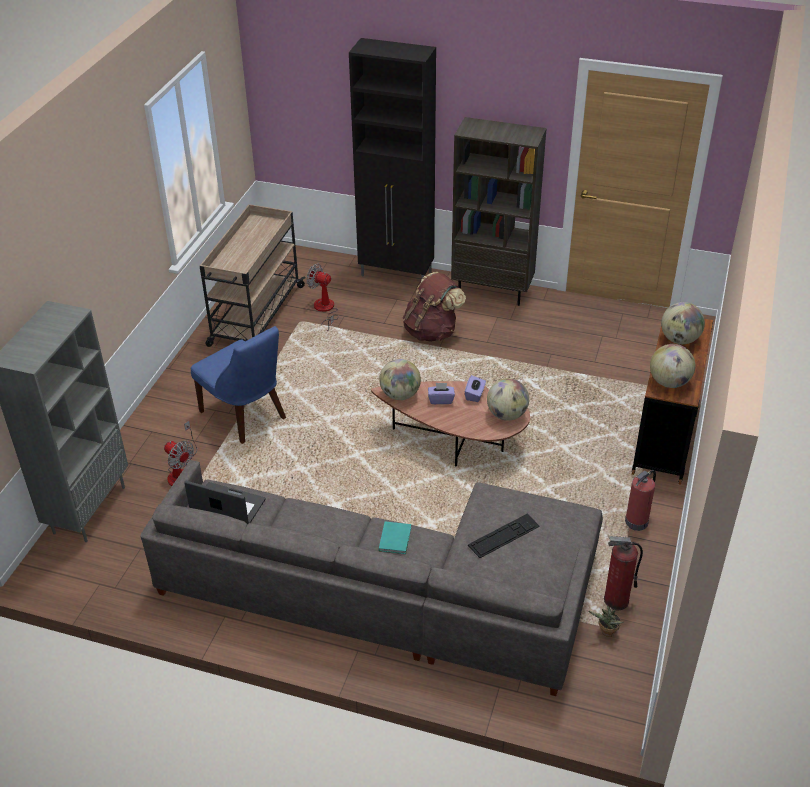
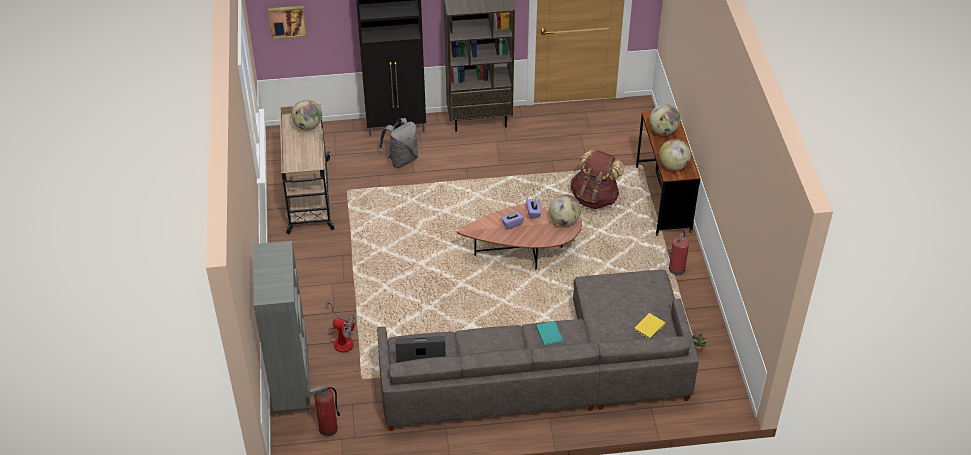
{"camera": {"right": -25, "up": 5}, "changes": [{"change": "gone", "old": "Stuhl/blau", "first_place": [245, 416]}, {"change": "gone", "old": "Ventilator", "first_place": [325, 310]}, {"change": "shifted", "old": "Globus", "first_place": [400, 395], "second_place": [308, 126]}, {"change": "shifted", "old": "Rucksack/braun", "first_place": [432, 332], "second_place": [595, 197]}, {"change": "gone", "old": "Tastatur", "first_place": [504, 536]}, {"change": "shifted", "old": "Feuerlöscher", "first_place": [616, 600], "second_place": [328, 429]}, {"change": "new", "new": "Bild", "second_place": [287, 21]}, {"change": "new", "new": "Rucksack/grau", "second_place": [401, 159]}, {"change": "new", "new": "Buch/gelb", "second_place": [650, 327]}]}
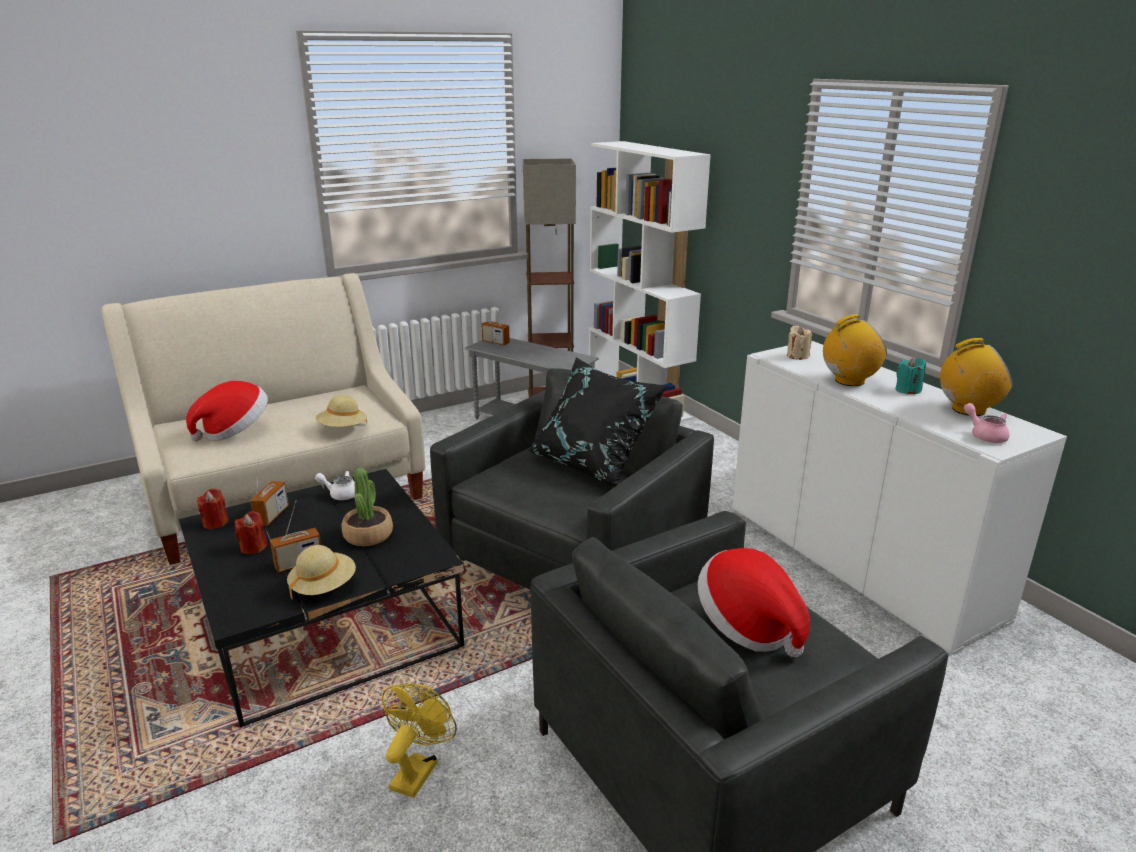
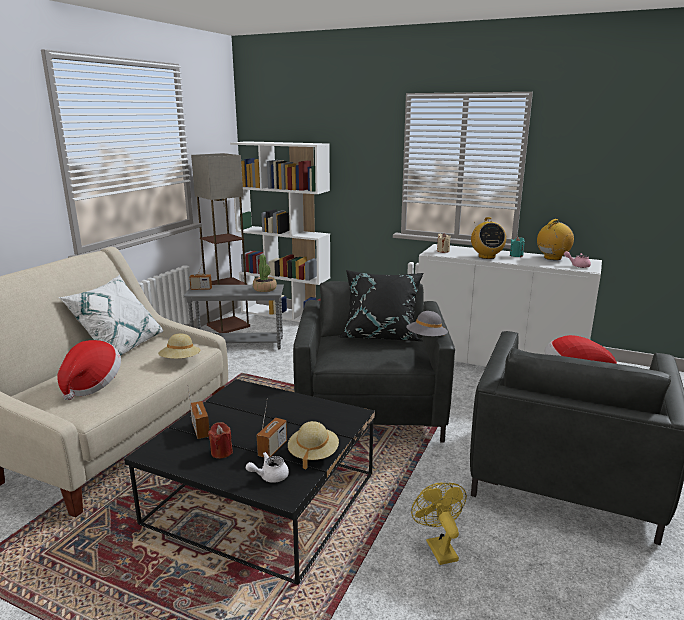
{"camera": {"right": -35, "up": -5}, "changes": [{"change": "gone", "old": "Kerze/rot", "first_place": [215, 523]}, {"change": "shifted", "old": "Teekanne/weiß", "first_place": [340, 494], "second_place": [269, 476]}, {"change": "shifted", "old": "Topfpflanze", "first_place": [368, 535], "second_place": [265, 289]}, {"change": "rotated", "old": "Radio", "first_place": [849, 381], "second_place": [486, 256], "degrees": 135}, {"change": "new", "new": "Kissen/weiß", "second_place": [120, 347]}, {"change": "new", "new": "Hut/grau", "second_place": [426, 339]}]}
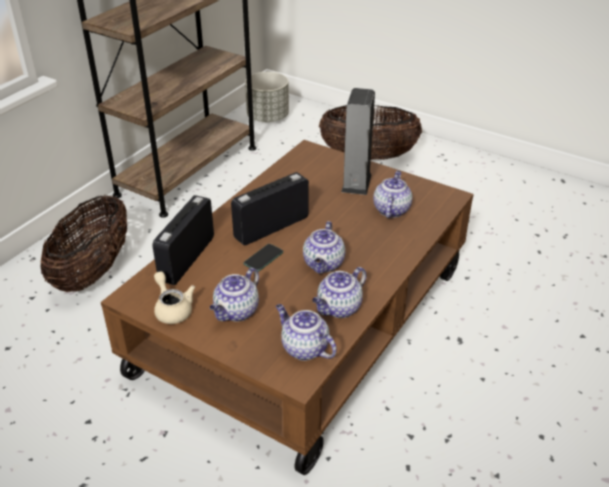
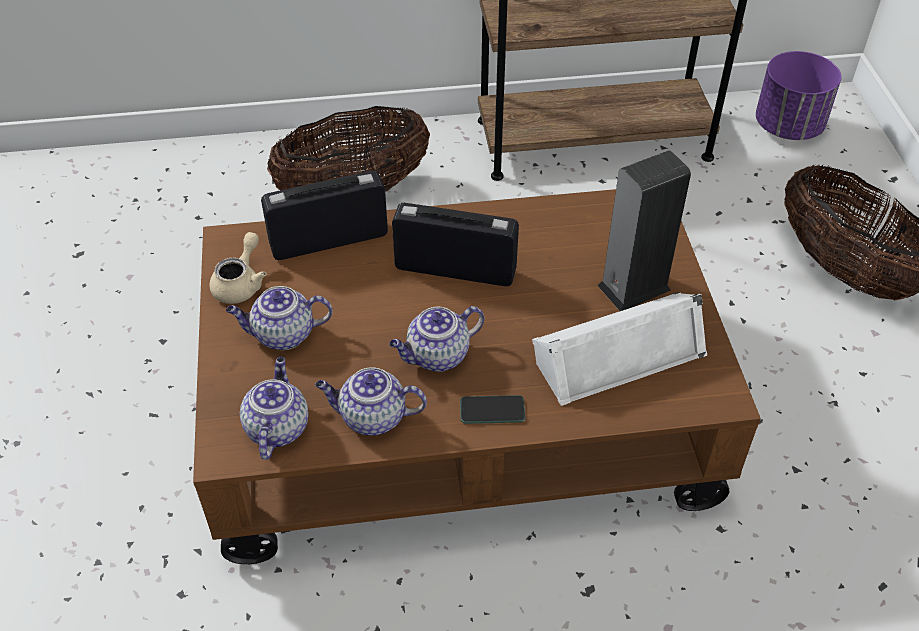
{"camera": {"right": 50, "up": 10}, "changes": [{"change": "shifted", "old": "Handy", "first_place": [263, 258], "second_place": [492, 410]}, {"change": "repainted", "old": "Pflanzkübel/grau", "new": "Pflanzkübel/lila", "first_place": [268, 117], "second_place": [788, 127]}, {"change": "swapped", "old": "Teekanne", "new": "Lautsprecher/weiß", "first_place": [391, 209], "second_place": [617, 353]}]}
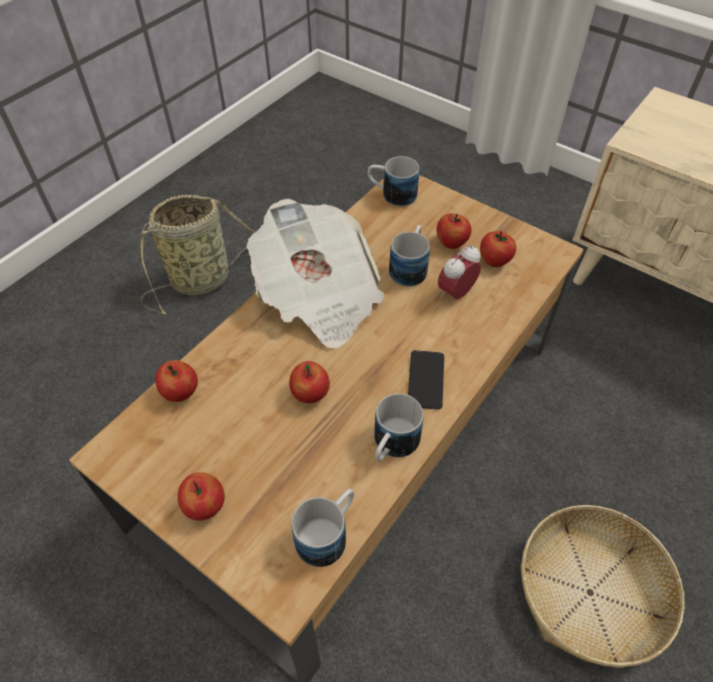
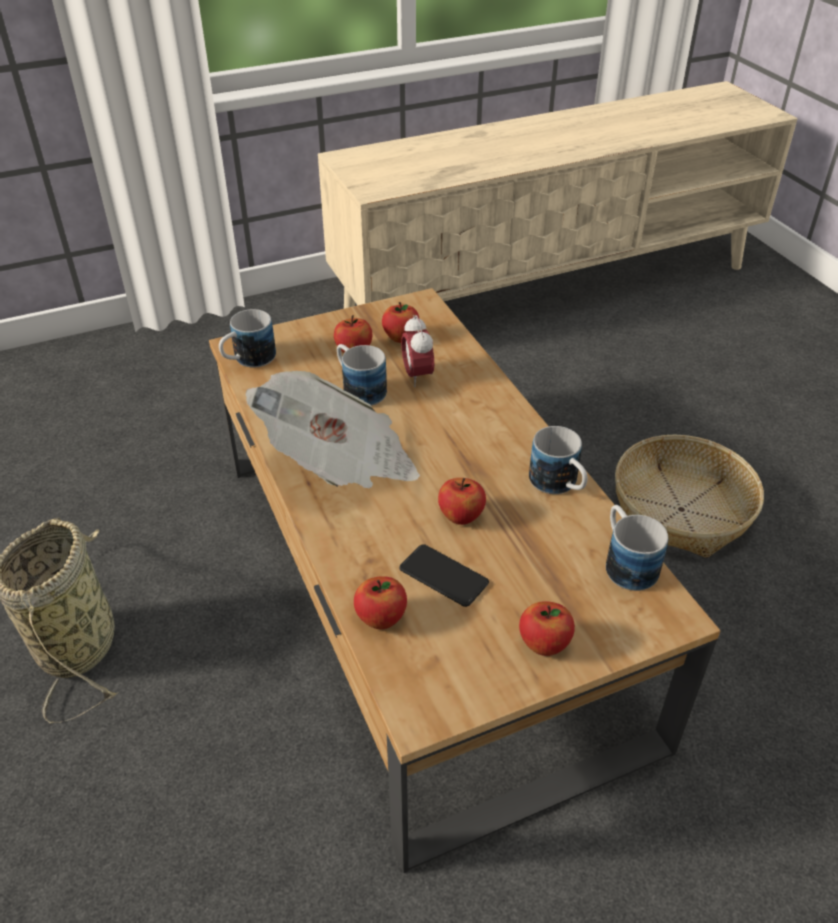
{"camera": {"right": -60, "up": -10}, "changes": [{"change": "shifted", "old": "Handy", "first_place": [426, 380], "second_place": [443, 576]}]}
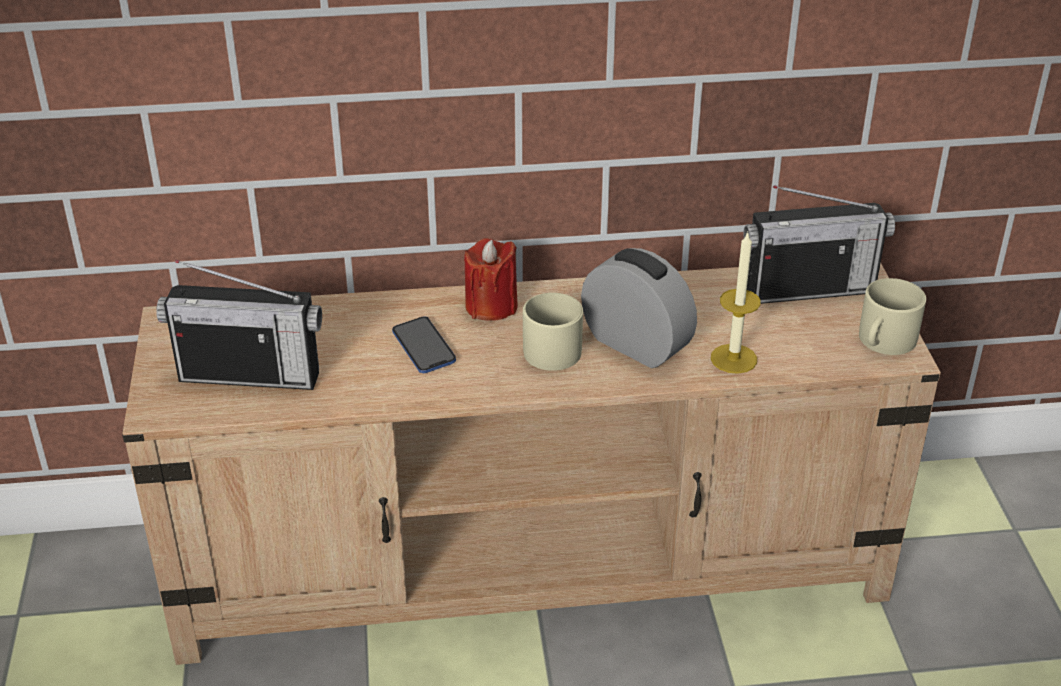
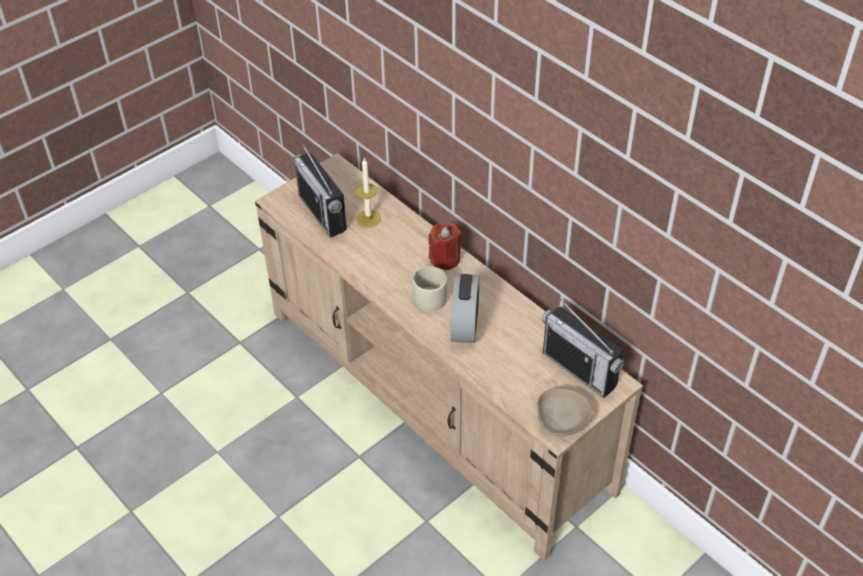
{"camera": {"right": 55, "up": 10}, "changes": [{"change": "gone", "old": "Handy", "first_place": [423, 347]}, {"change": "shifted", "old": "Kerze", "first_place": [733, 358], "second_place": [368, 218]}, {"change": "swapped", "old": "Henkelbecher/beige", "new": "Schüssel/beige", "first_place": [884, 341], "second_place": [562, 420]}]}
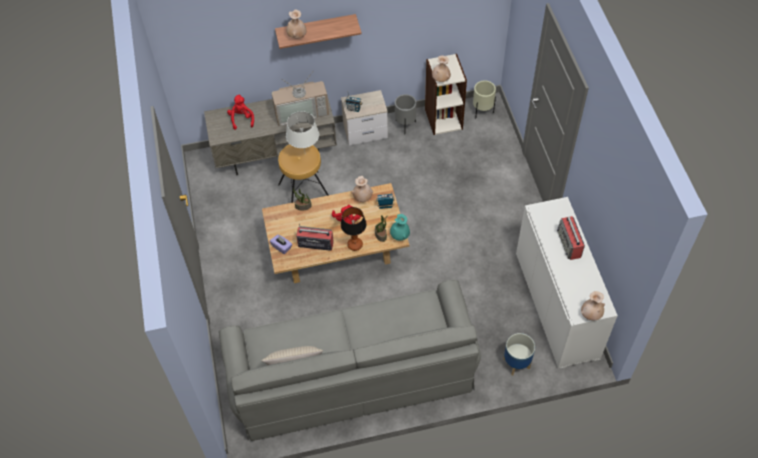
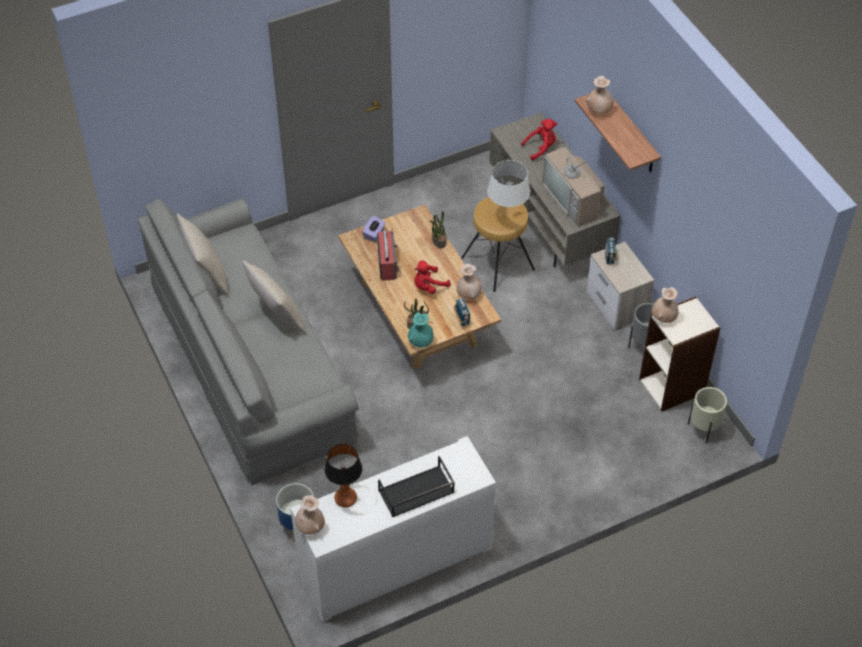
{"camera": {"right": 75, "up": -5}, "changes": [{"change": "shifted", "old": "Tischlampe", "first_place": [355, 244], "second_place": [346, 498]}, {"change": "swapped", "old": "Radio", "new": "Tablett/schwarz", "first_place": [569, 244], "second_place": [415, 492]}, {"change": "new", "new": "Kissen/beige", "second_place": [277, 318]}]}
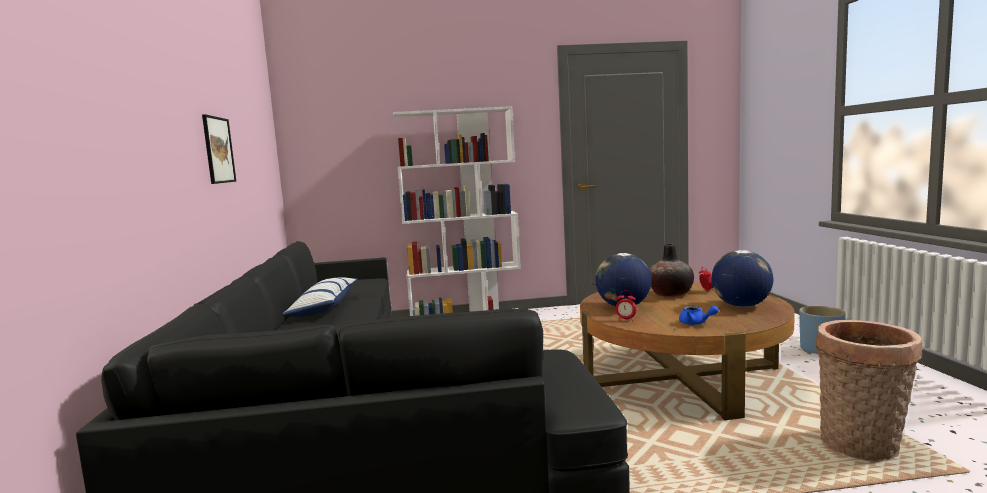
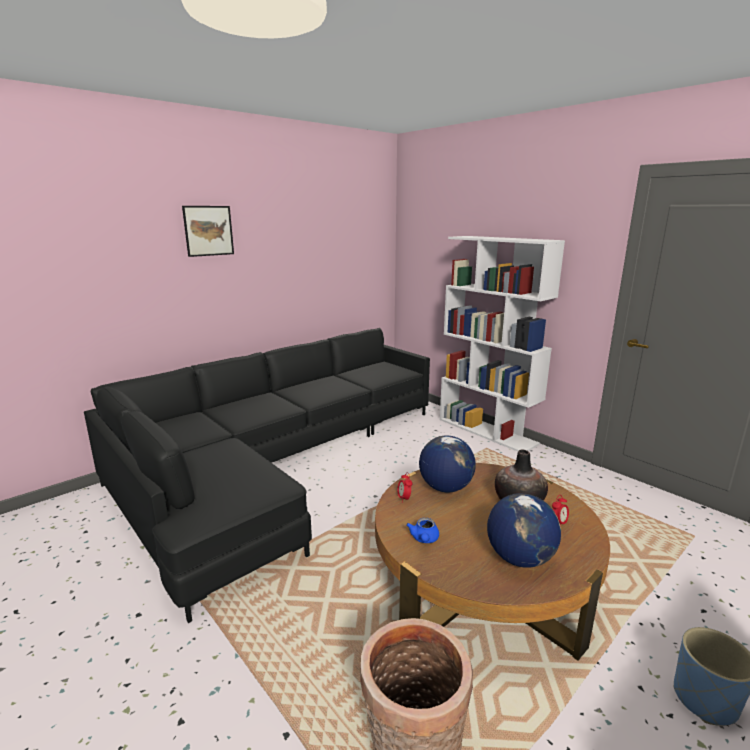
{"camera": {"right": 55, "up": 10}, "changes": [{"change": "shifted", "old": "Bild", "first_place": [218, 150], "second_place": [208, 231]}, {"change": "gone", "old": "Kissen", "first_place": [324, 307]}]}
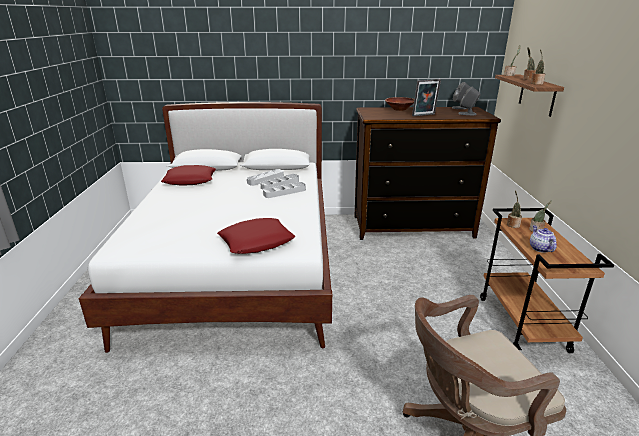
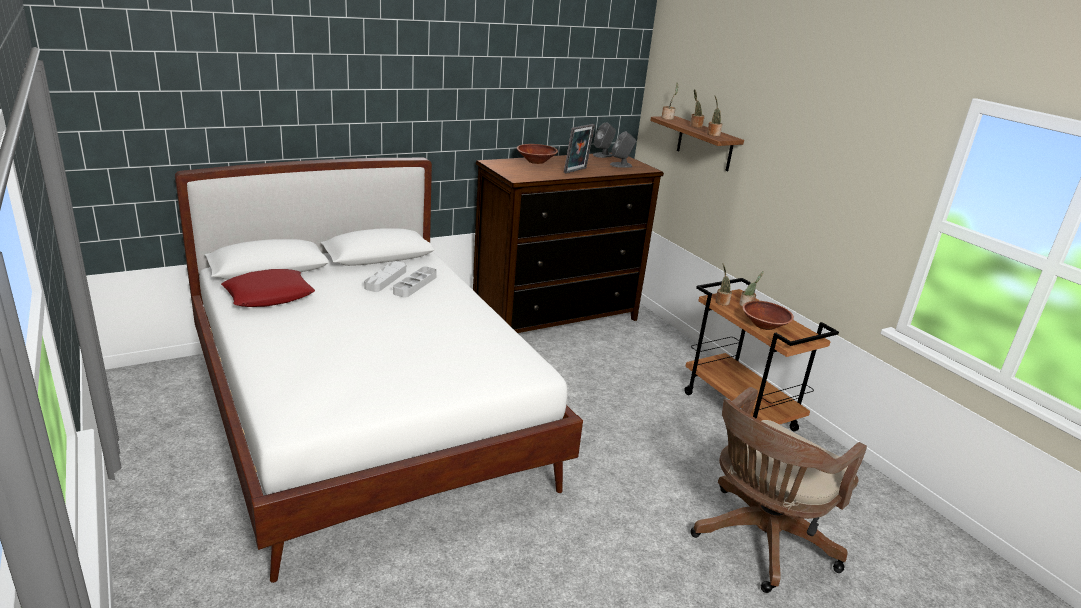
{"camera": {"right": -30, "up": 0}, "changes": [{"change": "gone", "old": "Kissen/rot", "first_place": [256, 241]}, {"change": "gone", "old": "Tablett/grau", "first_place": [284, 192]}, {"change": "swapped", "old": "Teekanne", "new": "Schüssel/braun", "first_place": [540, 248], "second_place": [764, 325]}]}
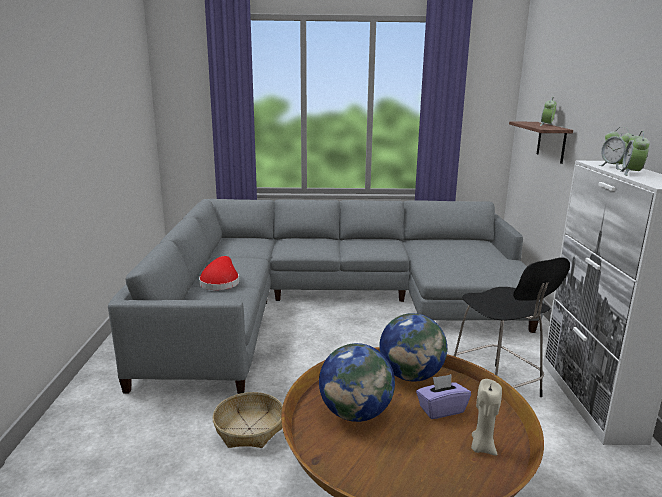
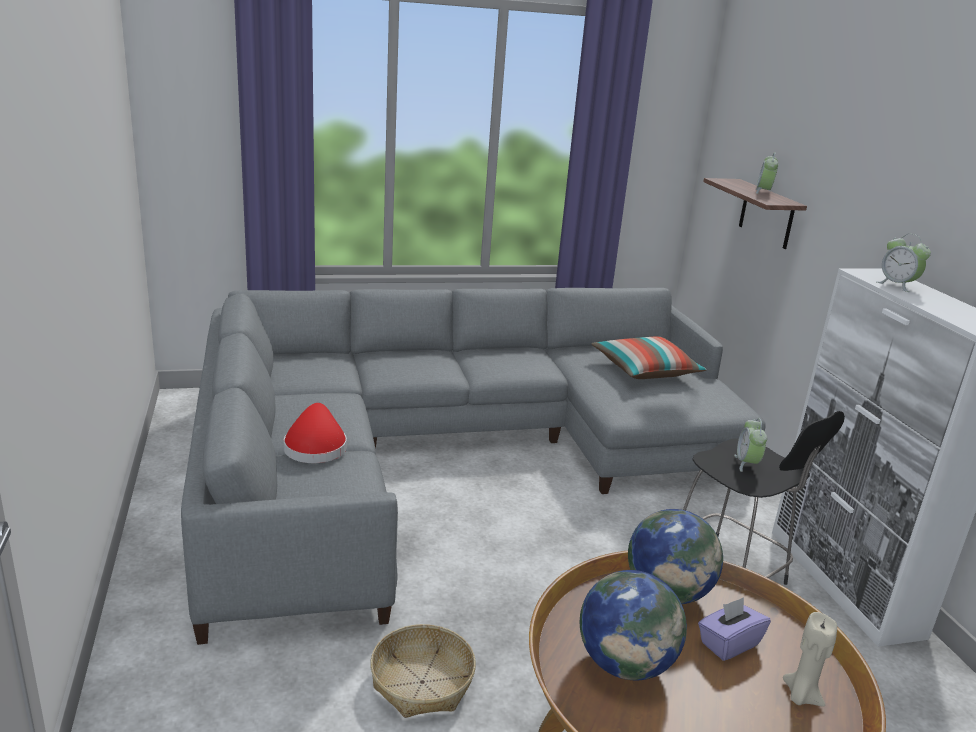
{"camera": {"right": -15, "up": 5}, "changes": [{"change": "shifted", "old": "Wecker", "first_place": [631, 173], "second_place": [747, 464]}, {"change": "new", "new": "Kissen", "second_place": [645, 370]}]}
